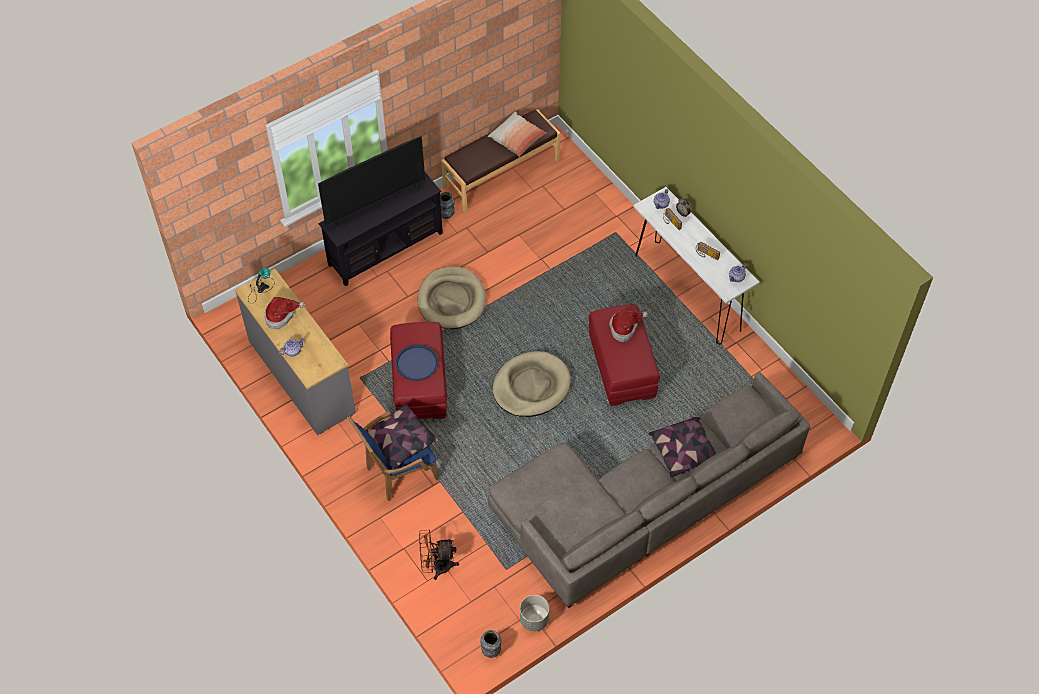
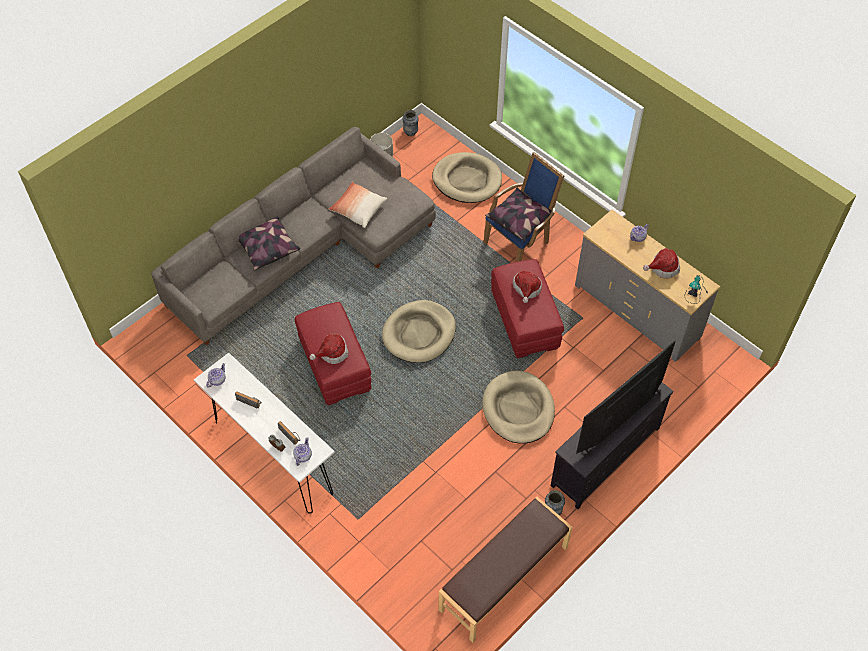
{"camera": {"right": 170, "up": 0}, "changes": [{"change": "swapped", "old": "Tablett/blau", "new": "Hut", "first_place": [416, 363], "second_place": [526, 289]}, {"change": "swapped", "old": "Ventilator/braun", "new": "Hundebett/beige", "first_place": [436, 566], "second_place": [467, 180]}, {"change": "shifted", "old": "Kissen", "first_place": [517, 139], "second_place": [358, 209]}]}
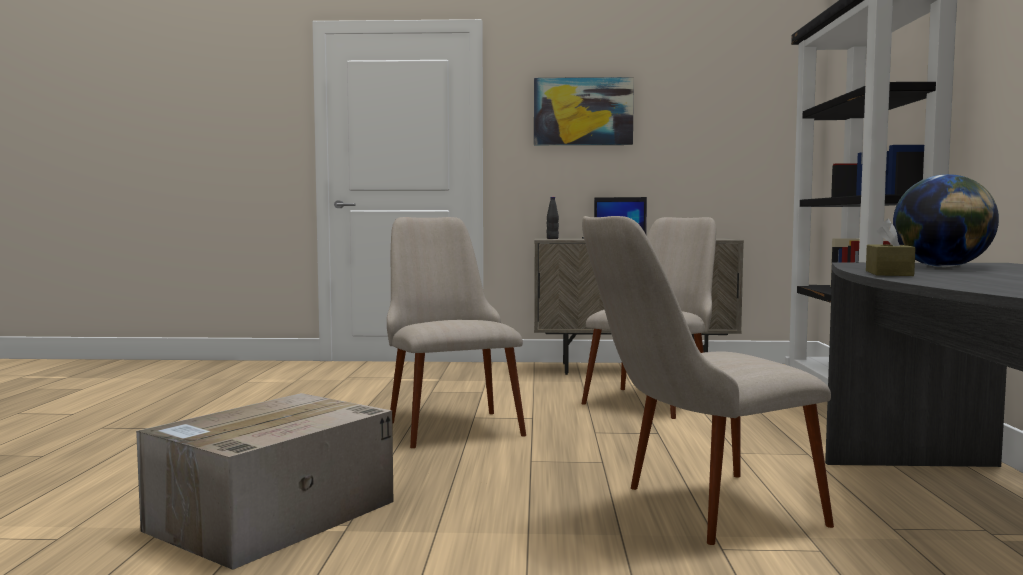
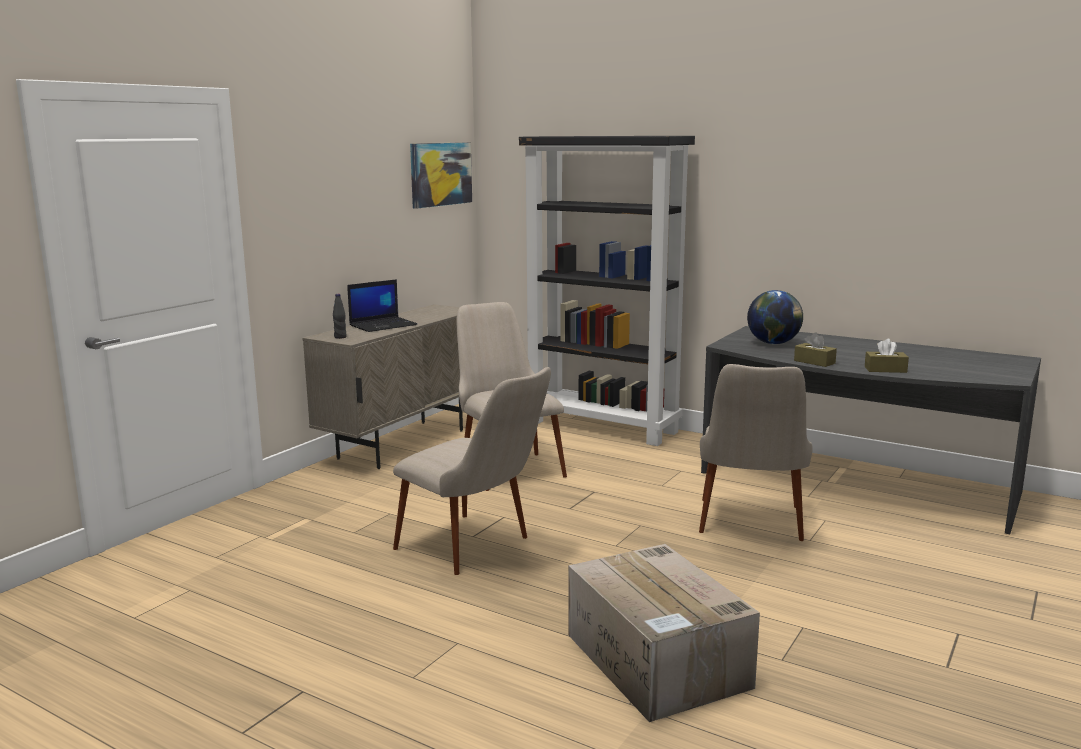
{"camera": {"right": -60, "up": 10}, "changes": [{"change": "rotated", "old": "Stuhl/beige", "first_place": [448, 423], "second_place": [477, 549], "degrees": -150}, {"change": "shifted", "old": "Bild", "first_place": [583, 111], "second_place": [440, 174]}, {"change": "new", "new": "Taschentuchbox/braun", "second_place": [885, 369]}]}
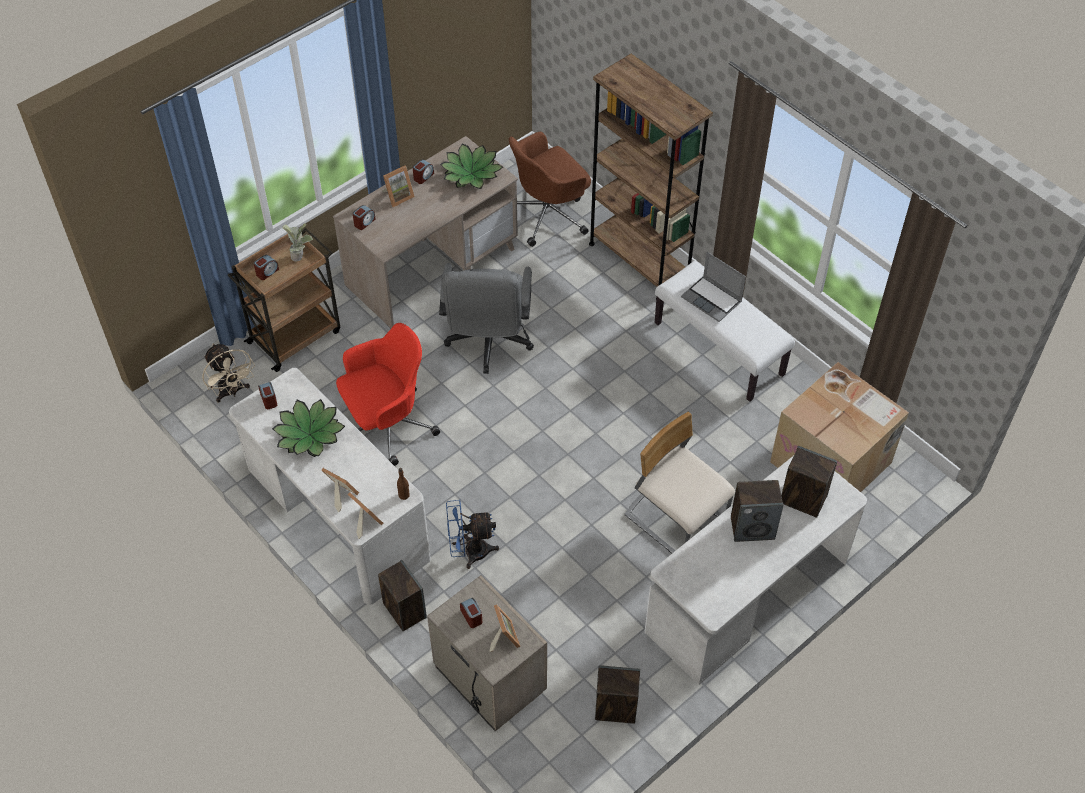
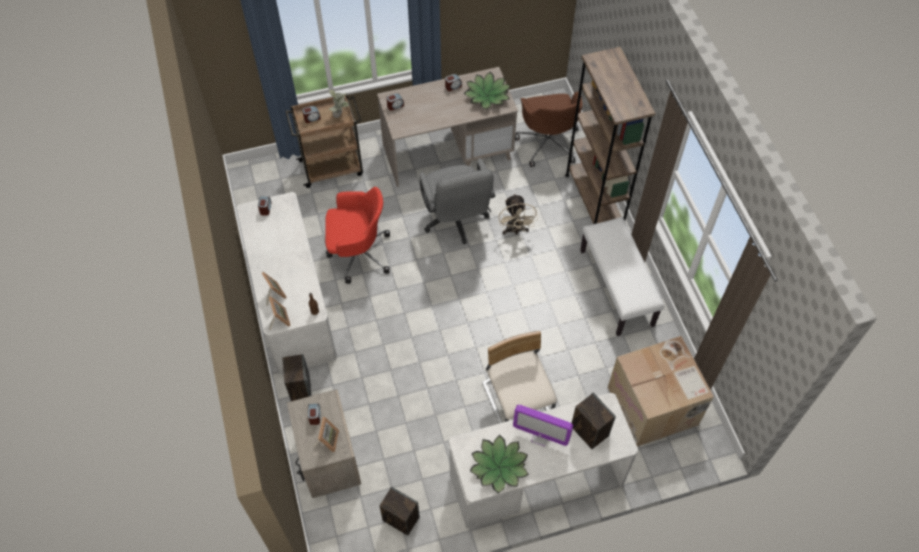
{"camera": {"right": 25, "up": 5}, "changes": [{"change": "shifted", "old": "Ventilator/beige", "first_place": [232, 392], "second_place": [515, 230]}, {"change": "shifted", "old": "Topfpflanze", "first_place": [309, 434], "second_place": [499, 467]}, {"change": "gone", "old": "Bilderrahmen", "first_place": [398, 196]}, {"change": "rotated", "old": "Bürostuhl/grau", "first_place": [488, 344], "second_place": [456, 221], "degrees": -45}, {"change": "gone", "old": "Ventilator/blau", "first_place": [469, 551]}, {"change": "rotated", "old": "Bürostuhl/braun", "first_place": [548, 214], "second_place": [548, 142], "degrees": -90}, {"change": "gone", "old": "Laptop", "first_place": [712, 299]}, {"change": "swapped", "old": "Lautsprecher", "new": "Monitor", "first_place": [752, 528], "second_place": [540, 437]}]}
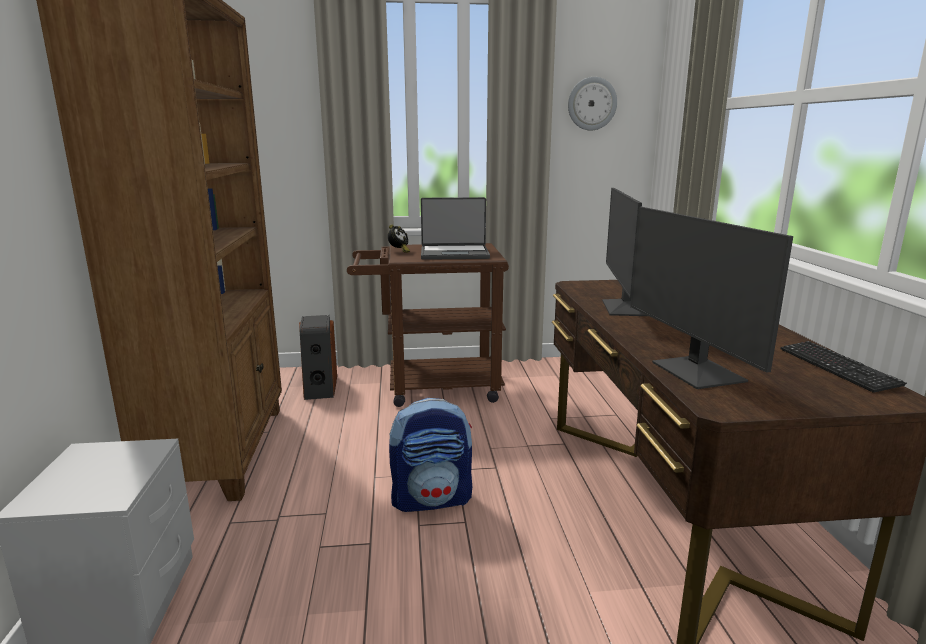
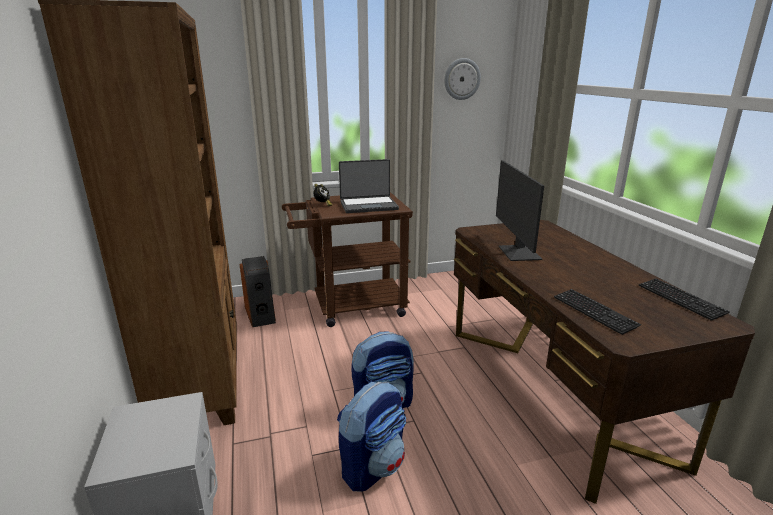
{"camera": {"right": -10, "up": 5}, "changes": [{"change": "swapped", "old": "Monitor", "new": "Tastatur", "first_place": [696, 372], "second_place": [594, 312]}, {"change": "new", "new": "Rucksack", "second_place": [373, 466]}]}
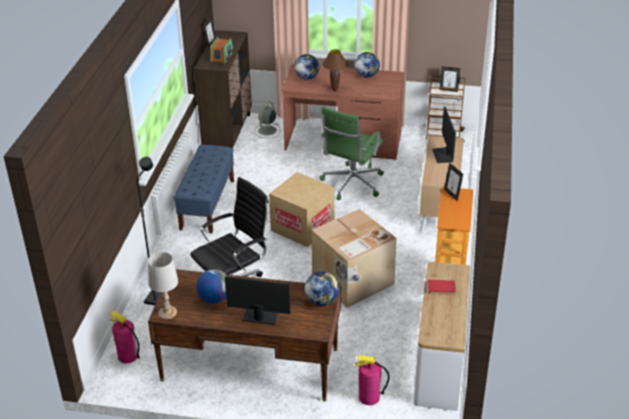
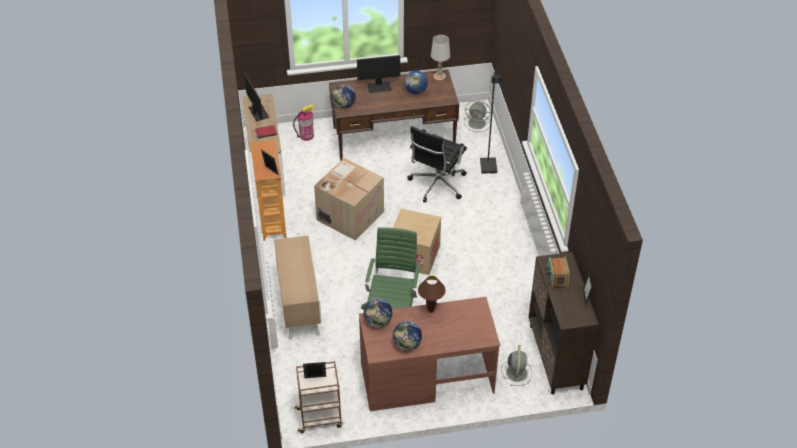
{"camera": {"right": 160, "up": 10}, "changes": [{"change": "swapped", "old": "Feuerlöscher", "new": "Ventilator/grau", "first_place": [127, 356], "second_place": [477, 123]}, {"change": "gone", "old": "Bank/blau", "first_place": [207, 204]}, {"change": "shifted", "old": "Globus", "first_place": [307, 77], "second_place": [378, 321]}, {"change": "shifted", "old": "Monitor", "first_place": [443, 155], "second_place": [258, 112]}]}
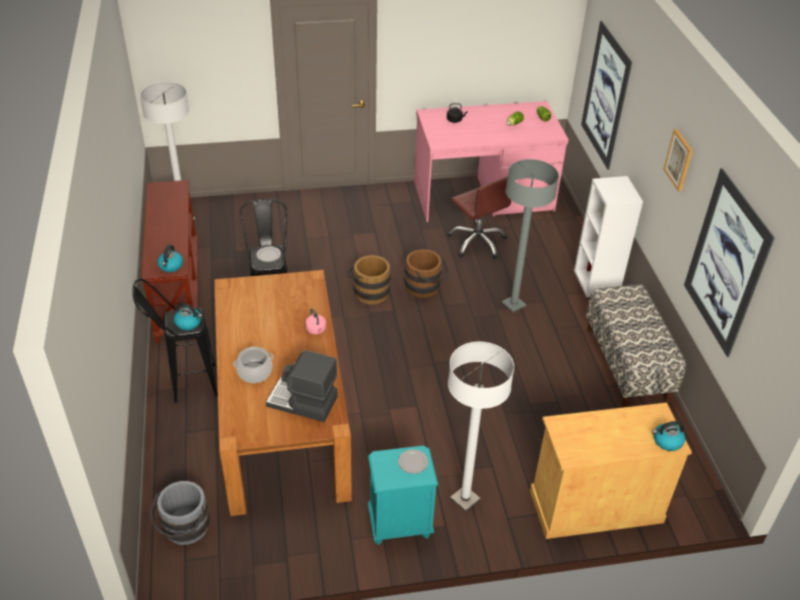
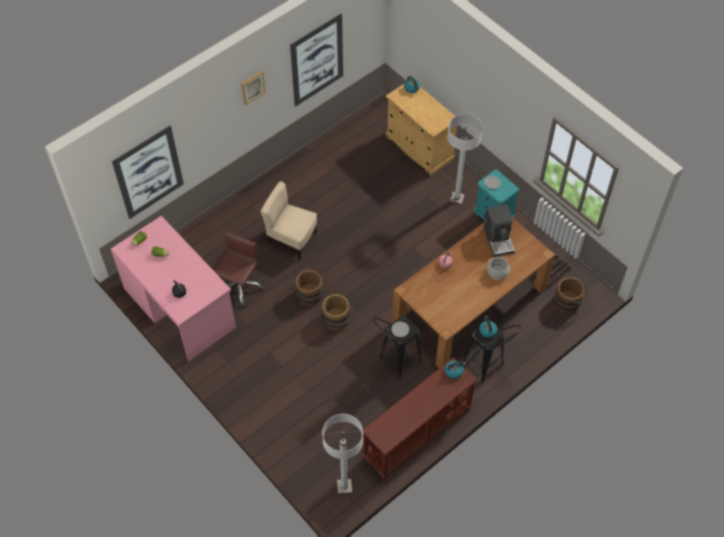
{"camera": {"right": -120, "up": 15}, "changes": [{"change": "repainted", "old": "Eimer/grau", "new": "Eimer/braun", "first_place": [184, 530], "second_place": [569, 301]}, {"change": "swapped", "old": "Stehlampe/grau", "new": "Stuhl/beige", "first_place": [513, 304], "second_place": [292, 239]}, {"change": "gone", "old": "Bücherregal/weiß", "first_place": [597, 282]}, {"change": "gone", "old": "Bank", "first_place": [627, 364]}]}
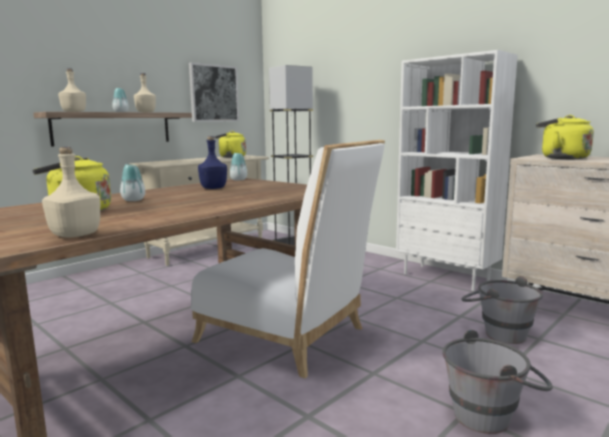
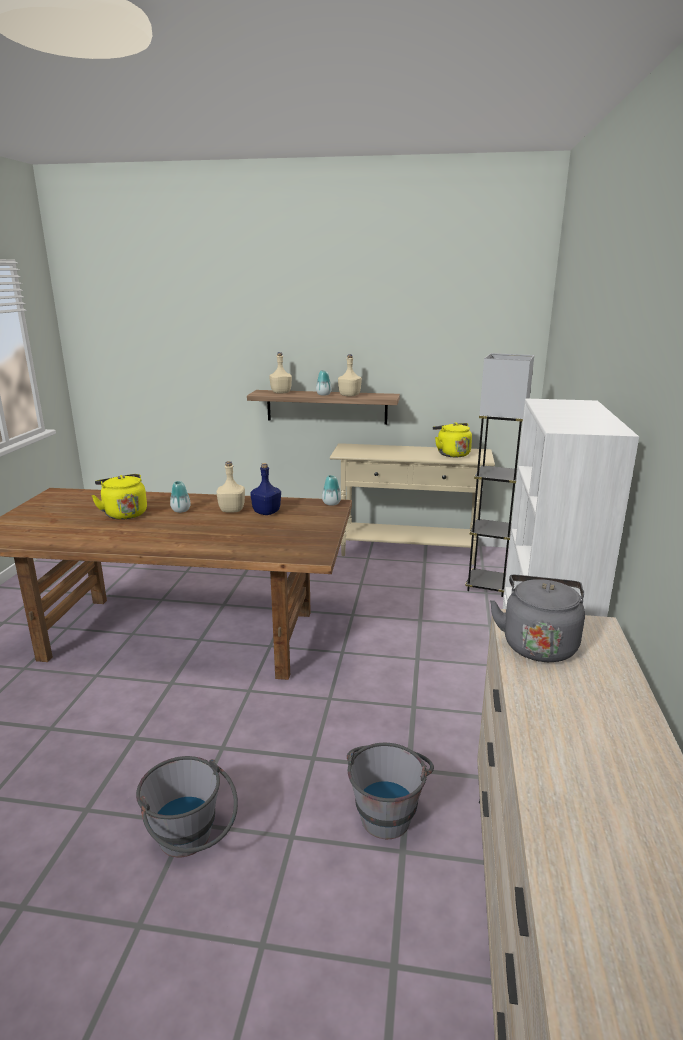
{"camera": {"right": 55, "up": 10}, "changes": [{"change": "shifted", "old": "Flasche/beige", "first_place": [74, 235], "second_place": [232, 510]}, {"change": "gone", "old": "Bild", "first_place": [214, 93]}, {"change": "gone", "old": "Stuhl/weiß", "first_place": [288, 337]}, {"change": "repainted", "old": "Wasserkessel/gelb", "new": "Wasserkessel/grau", "first_place": [561, 158], "second_place": [538, 644]}]}
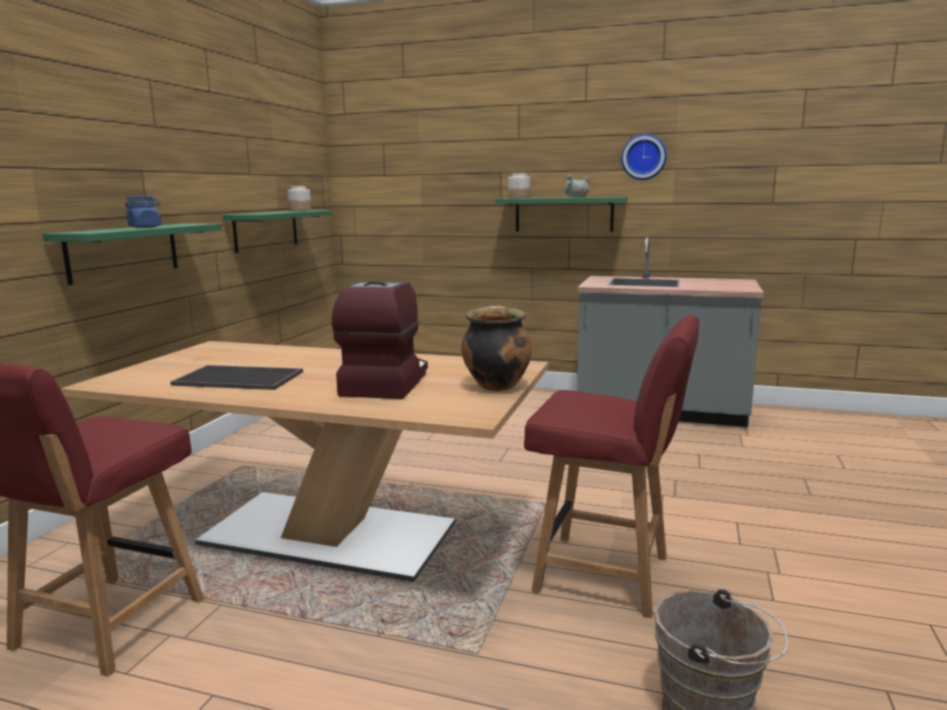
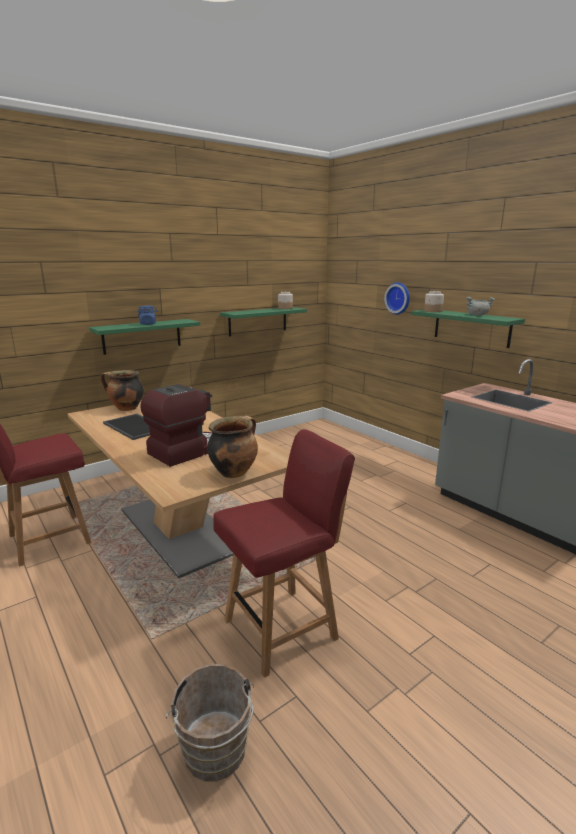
{"camera": {"right": 35, "up": 5}, "changes": [{"change": "rotated", "old": "Stuhl/rot", "first_place": [606, 575], "second_place": [283, 628], "degrees": -90}, {"change": "shifted", "old": "Wanduhr", "first_place": [644, 157], "second_place": [398, 298]}, {"change": "new", "new": "Kochtopf", "second_place": [126, 408]}]}
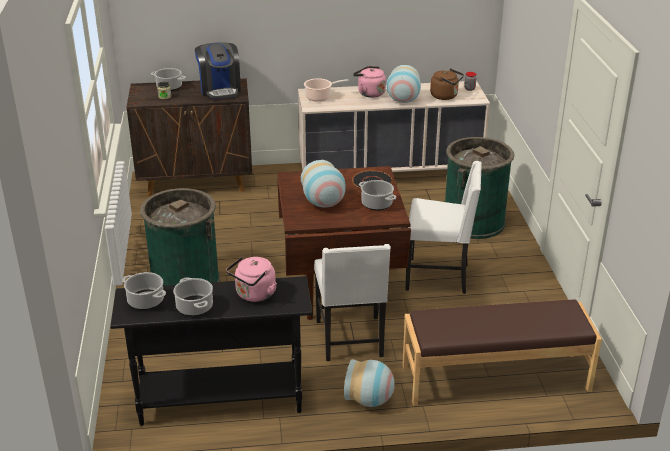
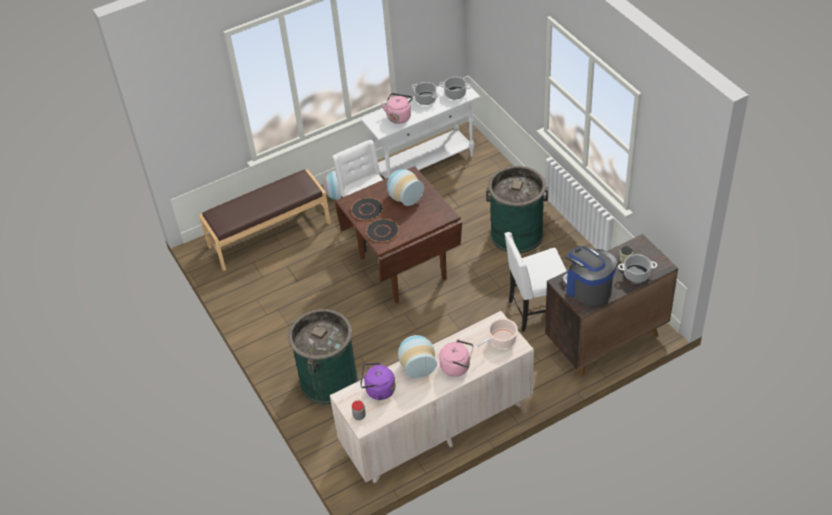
{"camera": {"right": 160, "up": 15}, "changes": [{"change": "repainted", "old": "Konsolentisch/schwarz", "new": "Konsolentisch/weiß", "first_place": [220, 401], "second_place": [424, 165]}, {"change": "swapped", "old": "Kochtopf", "new": "Teller/schwarz", "first_place": [376, 204], "second_place": [367, 209]}, {"change": "shifted", "old": "Stuhl/weiß", "first_place": [438, 276], "second_place": [537, 311]}, {"change": "repainted", "old": "Wasserkessel/braun", "new": "Wasserkessel/lila", "first_place": [446, 96], "second_place": [378, 390]}]}
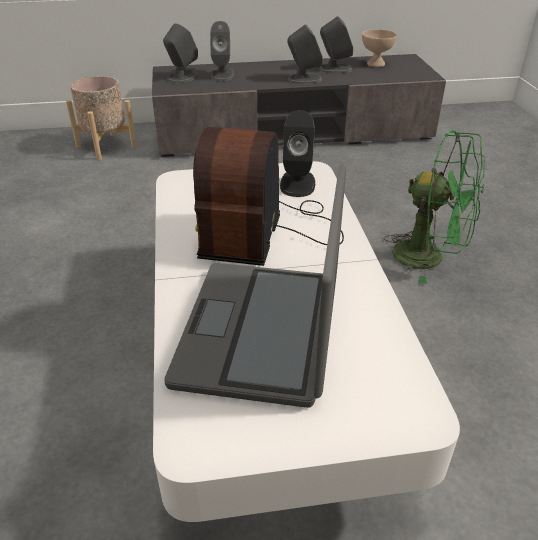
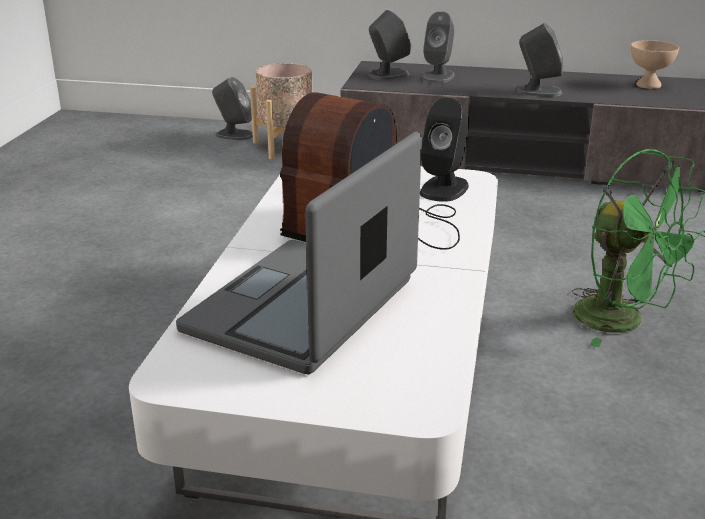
{"camera": {"right": 20, "up": -10}, "changes": [{"change": "shifted", "old": "Lautsprecher/grau", "first_place": [335, 69], "second_place": [234, 135]}]}
